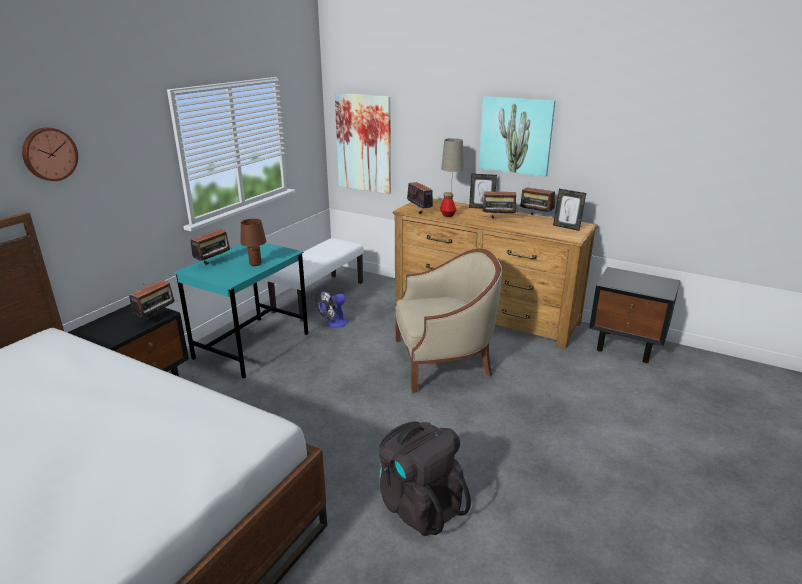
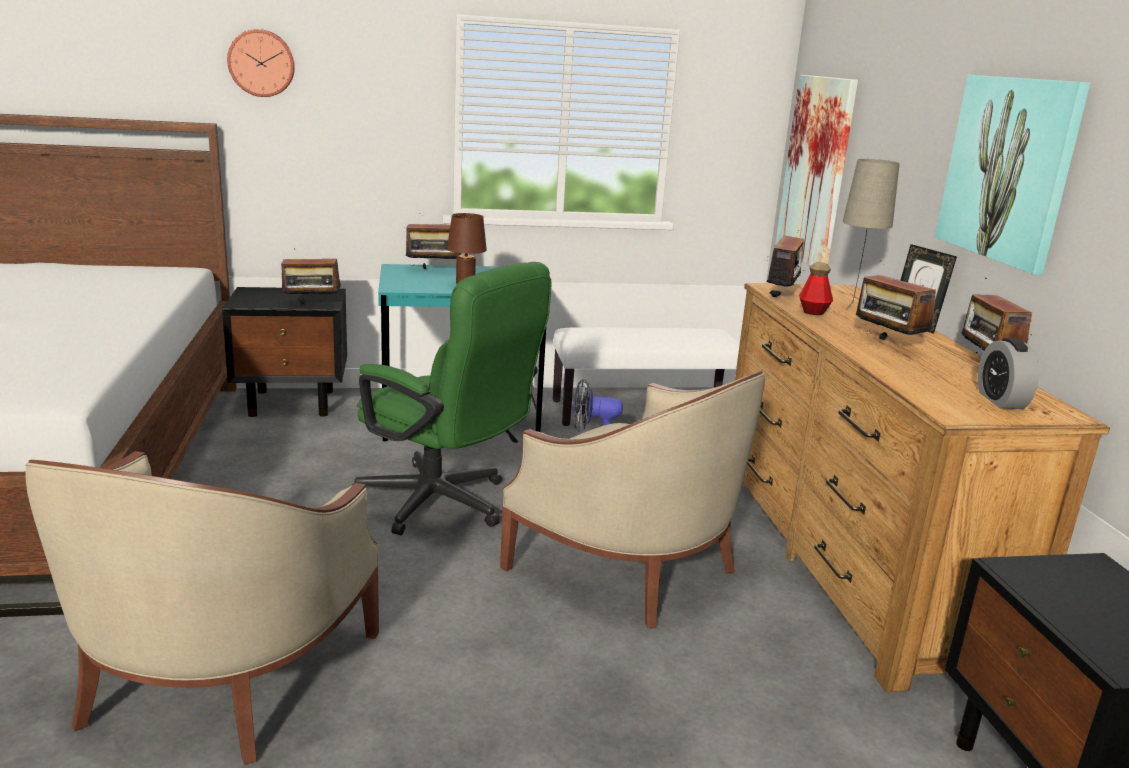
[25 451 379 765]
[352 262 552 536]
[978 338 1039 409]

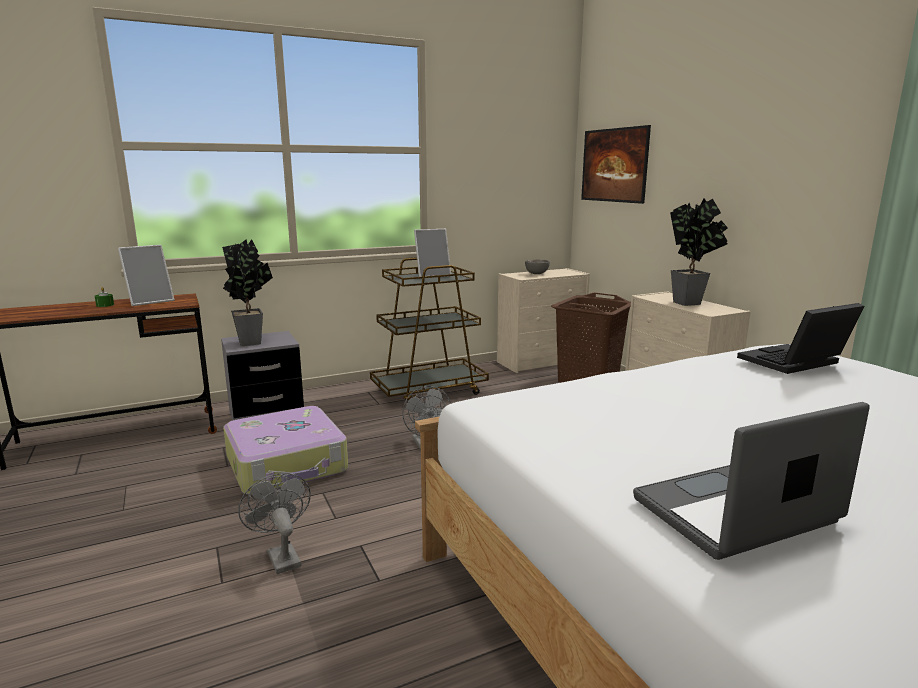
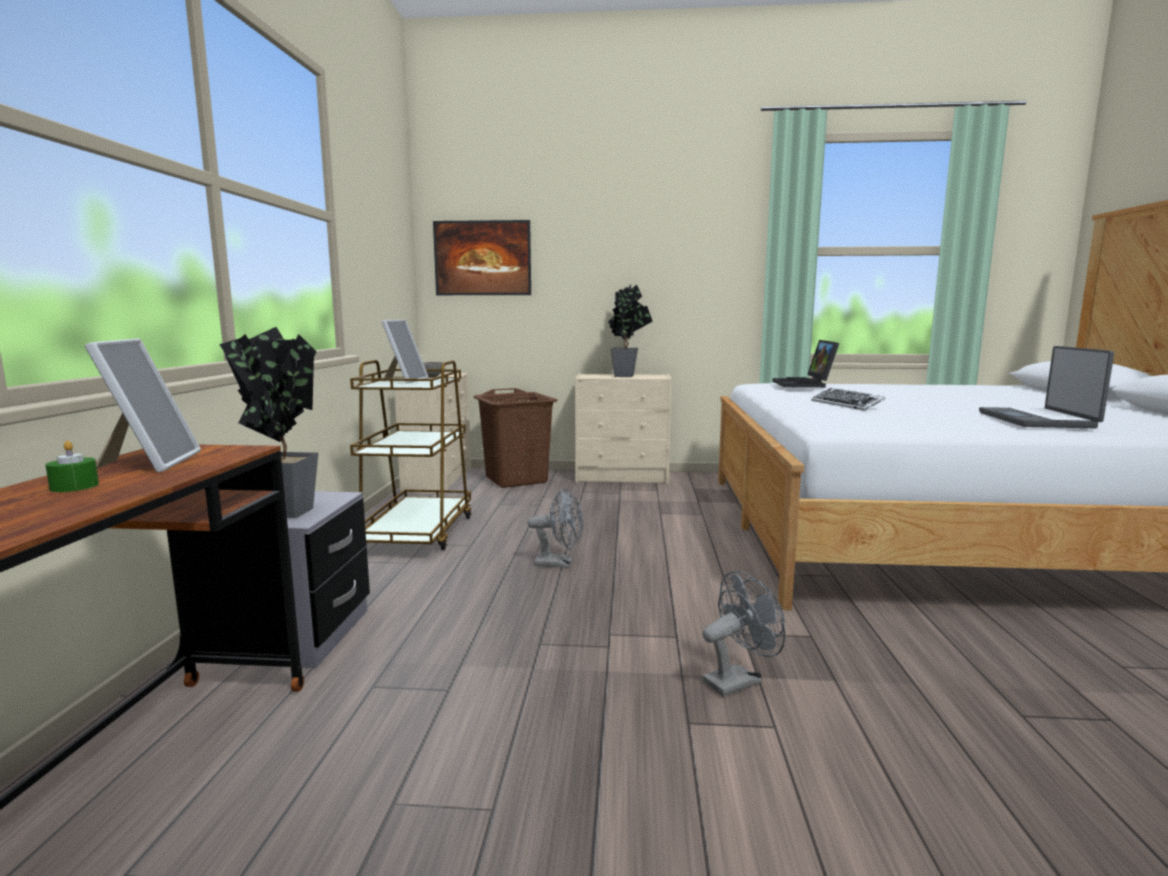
[702 571 785 697]
[811 388 886 411]
[223 406 348 495] (first image)

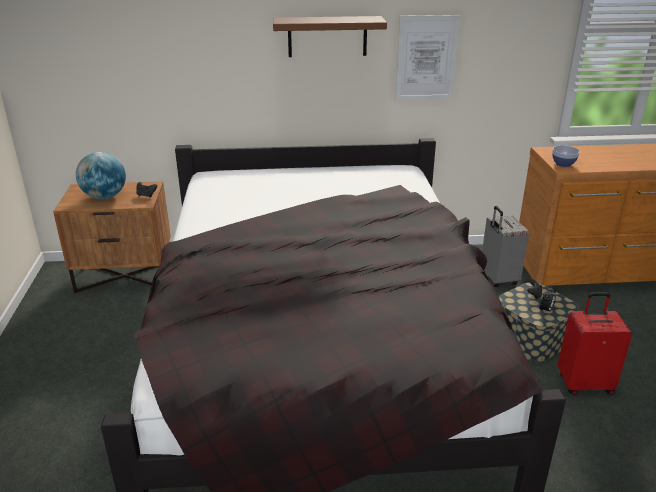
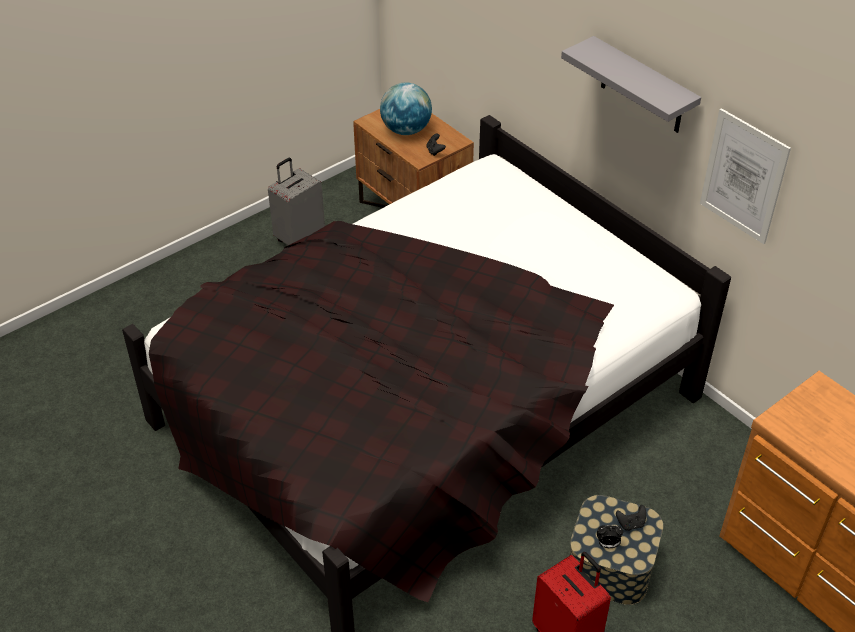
[268 158 325 245]
[561 36 701 133]
[552 145 580 167] (first image)

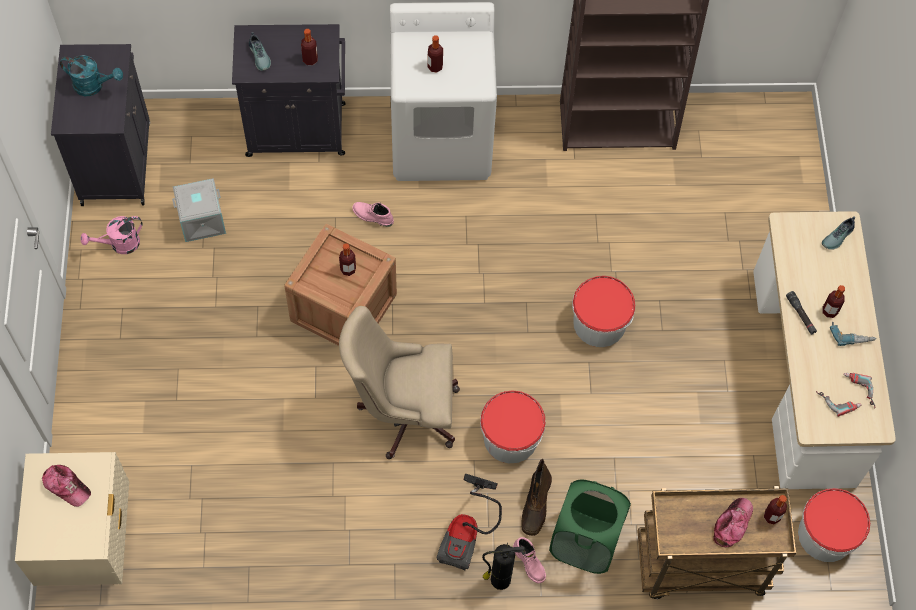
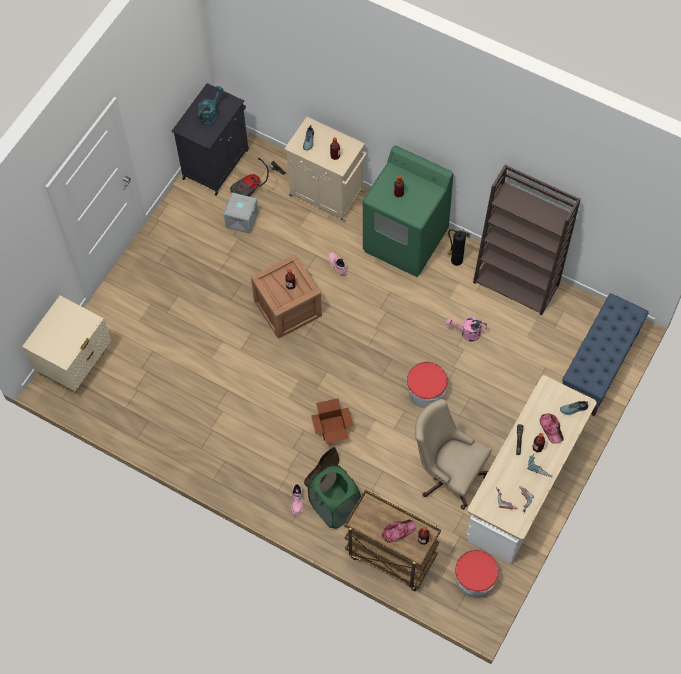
[198 86 223 126]
[230 158 286 197]
[284 117 367 222]
[311 398 353 444]
[363 146 453 277]
[415 399 492 510]
[445 317 487 342]
[448 229 470 266]
[540 413 564 444]
[562 293 649 416]

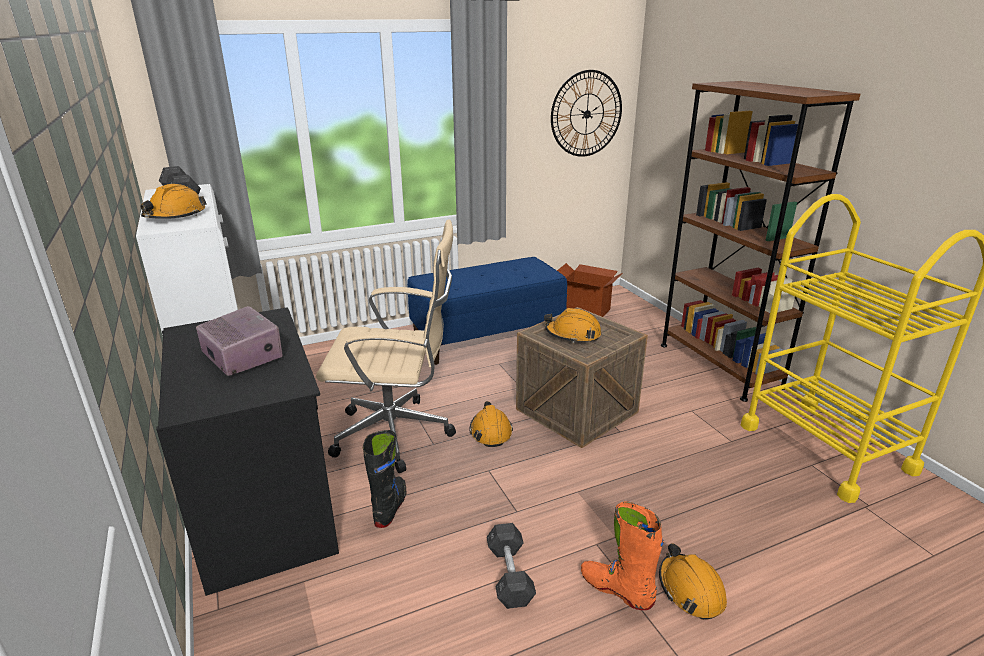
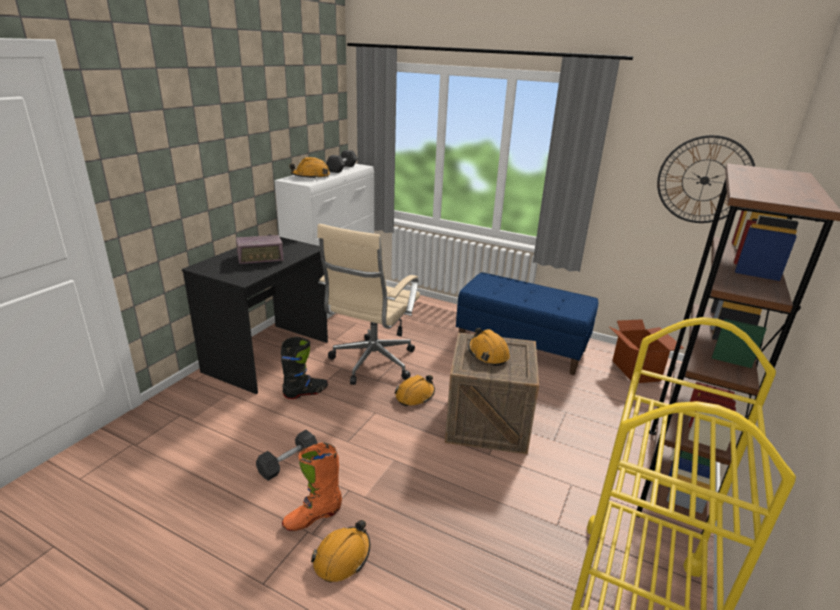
[236 235 283 264]
[282 443 342 531]
[317 224 420 385]

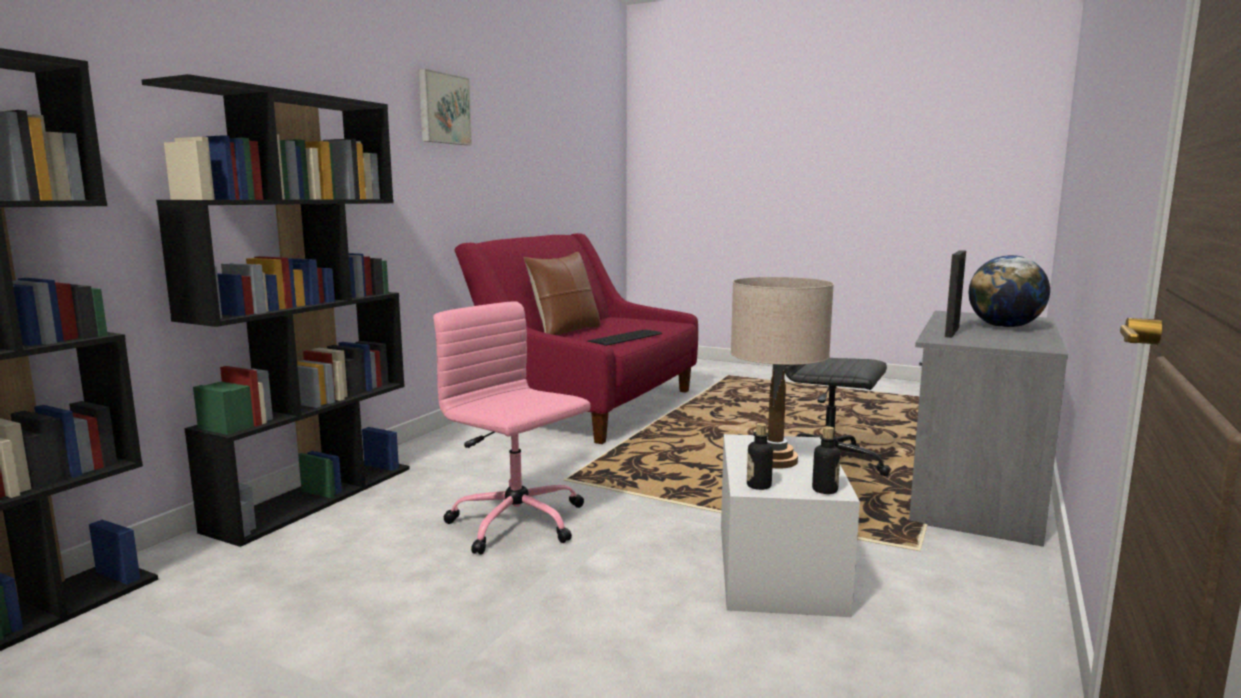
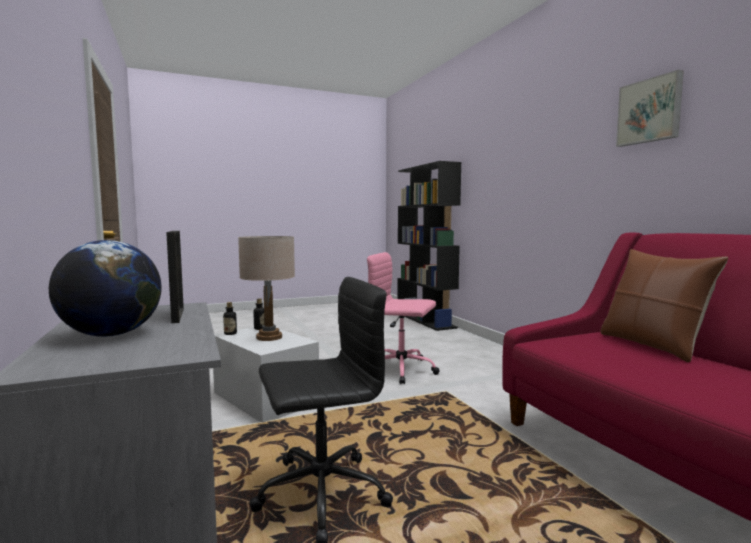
[367 252 440 384]
[142 74 410 547] (first image)
[587 329 662 346] (first image)

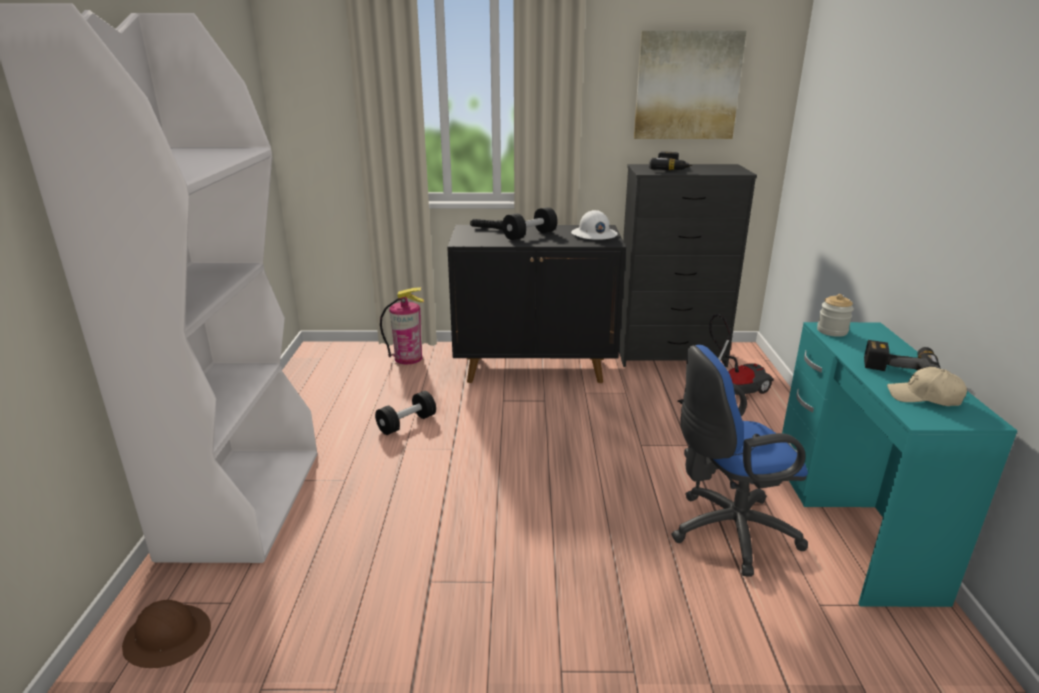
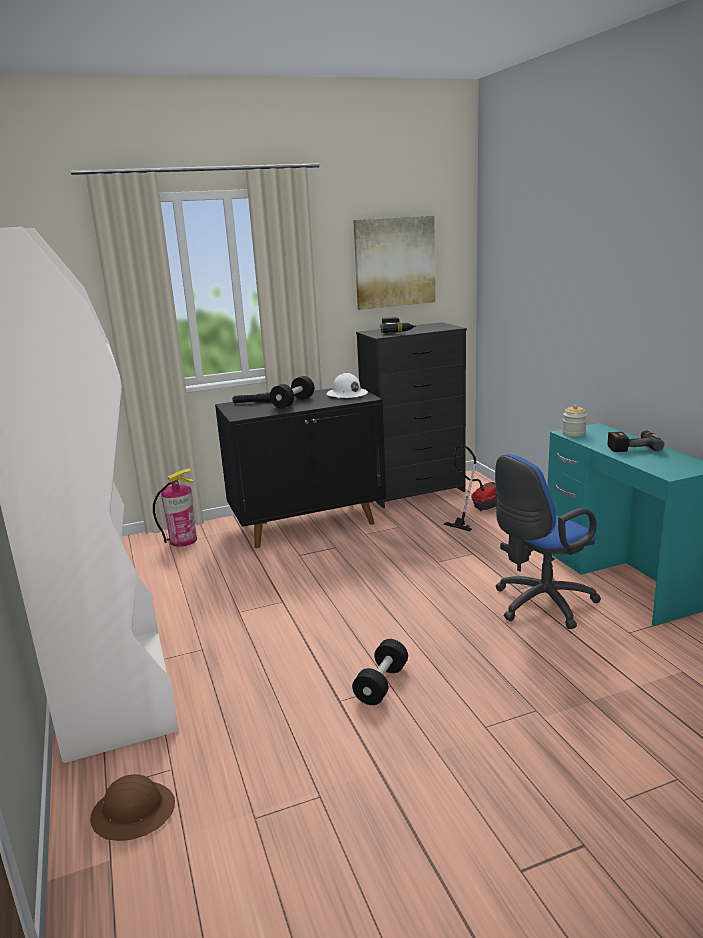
[352 639 408 705]
[887 367 967 406] (first image)

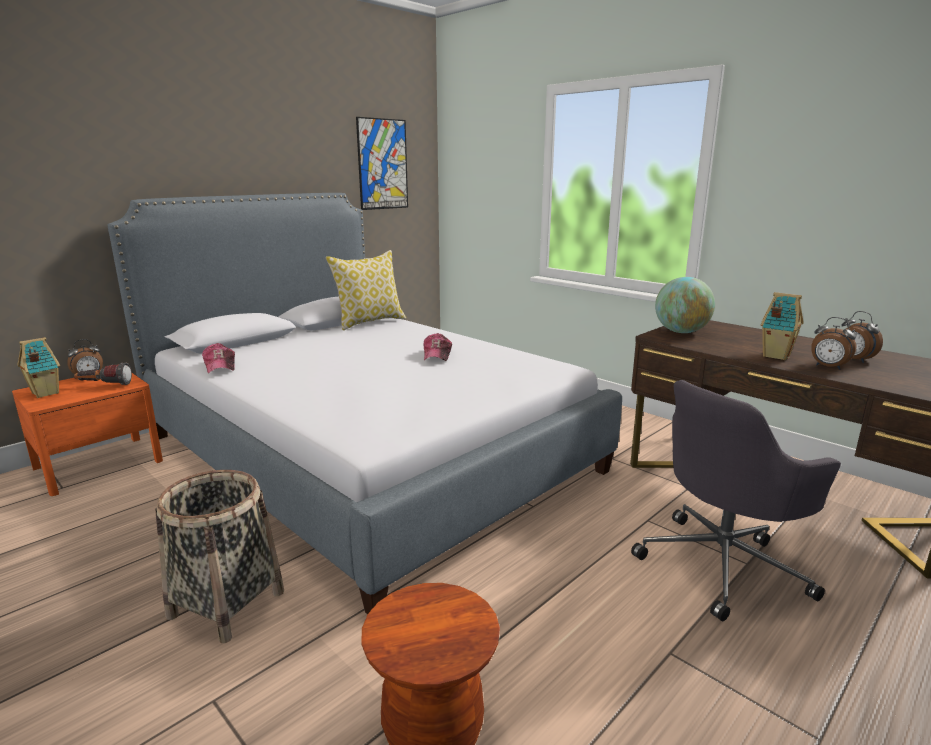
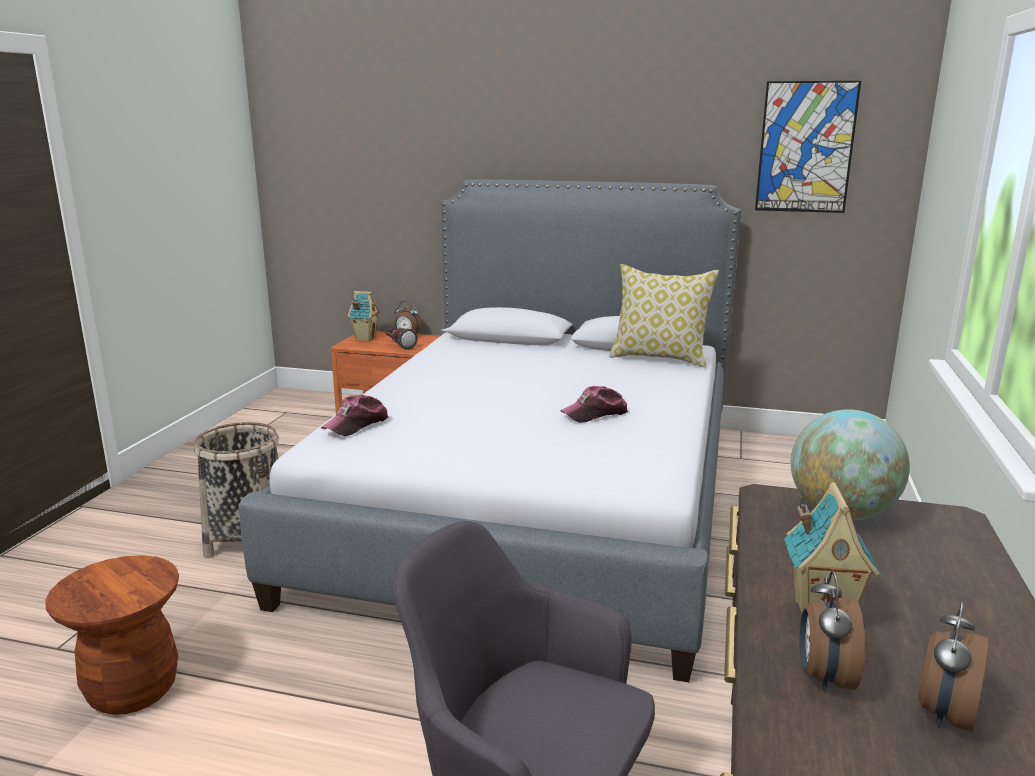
[321 394 389 436]

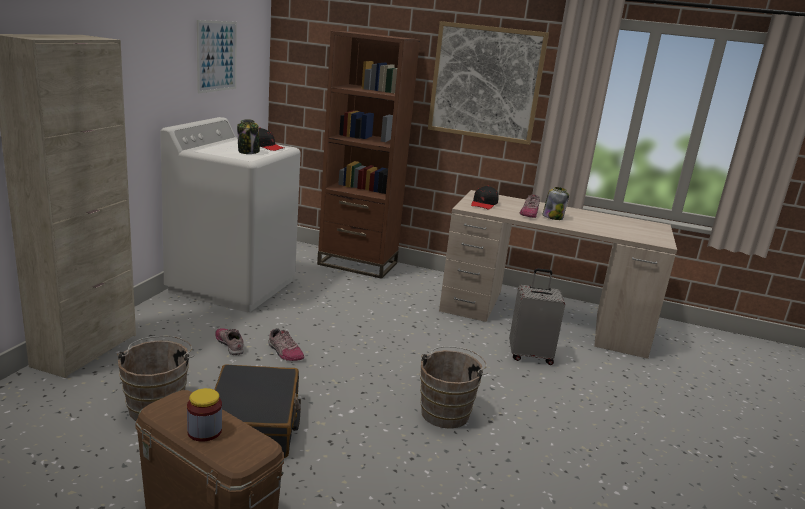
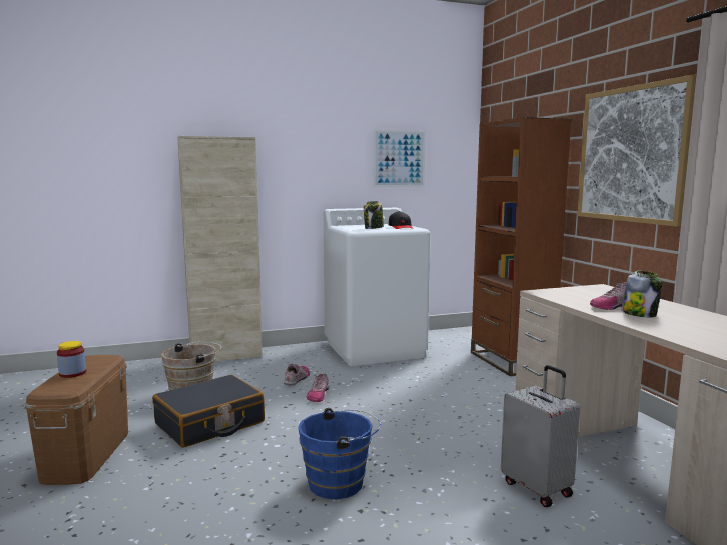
[298 408 381 499]
[471 186 499 209] (first image)

